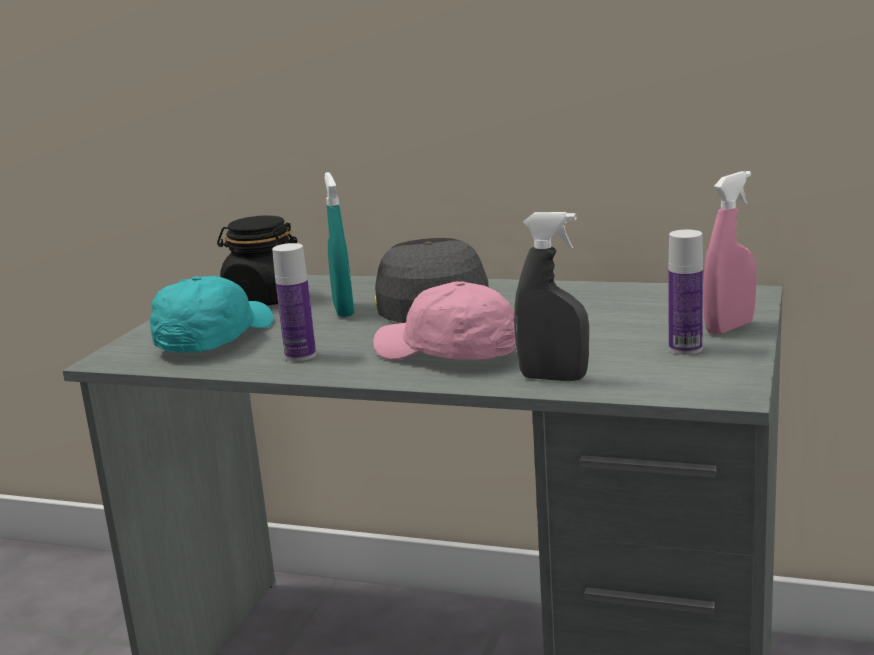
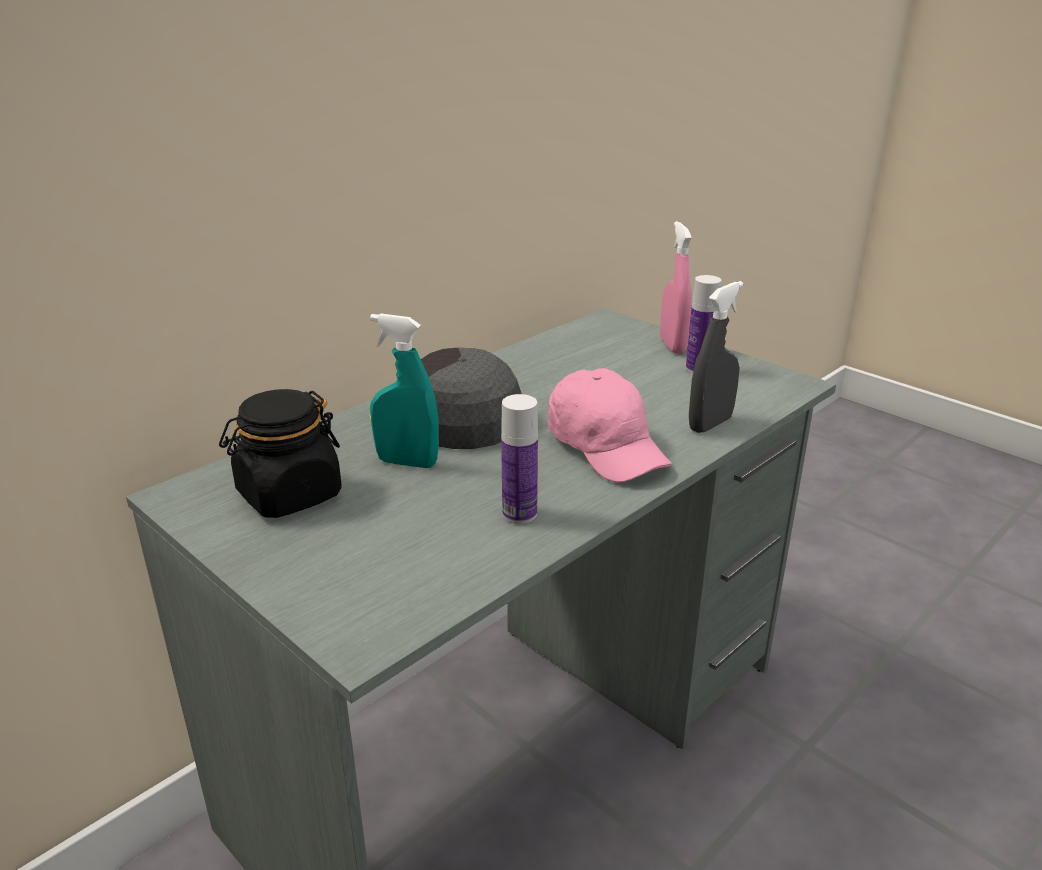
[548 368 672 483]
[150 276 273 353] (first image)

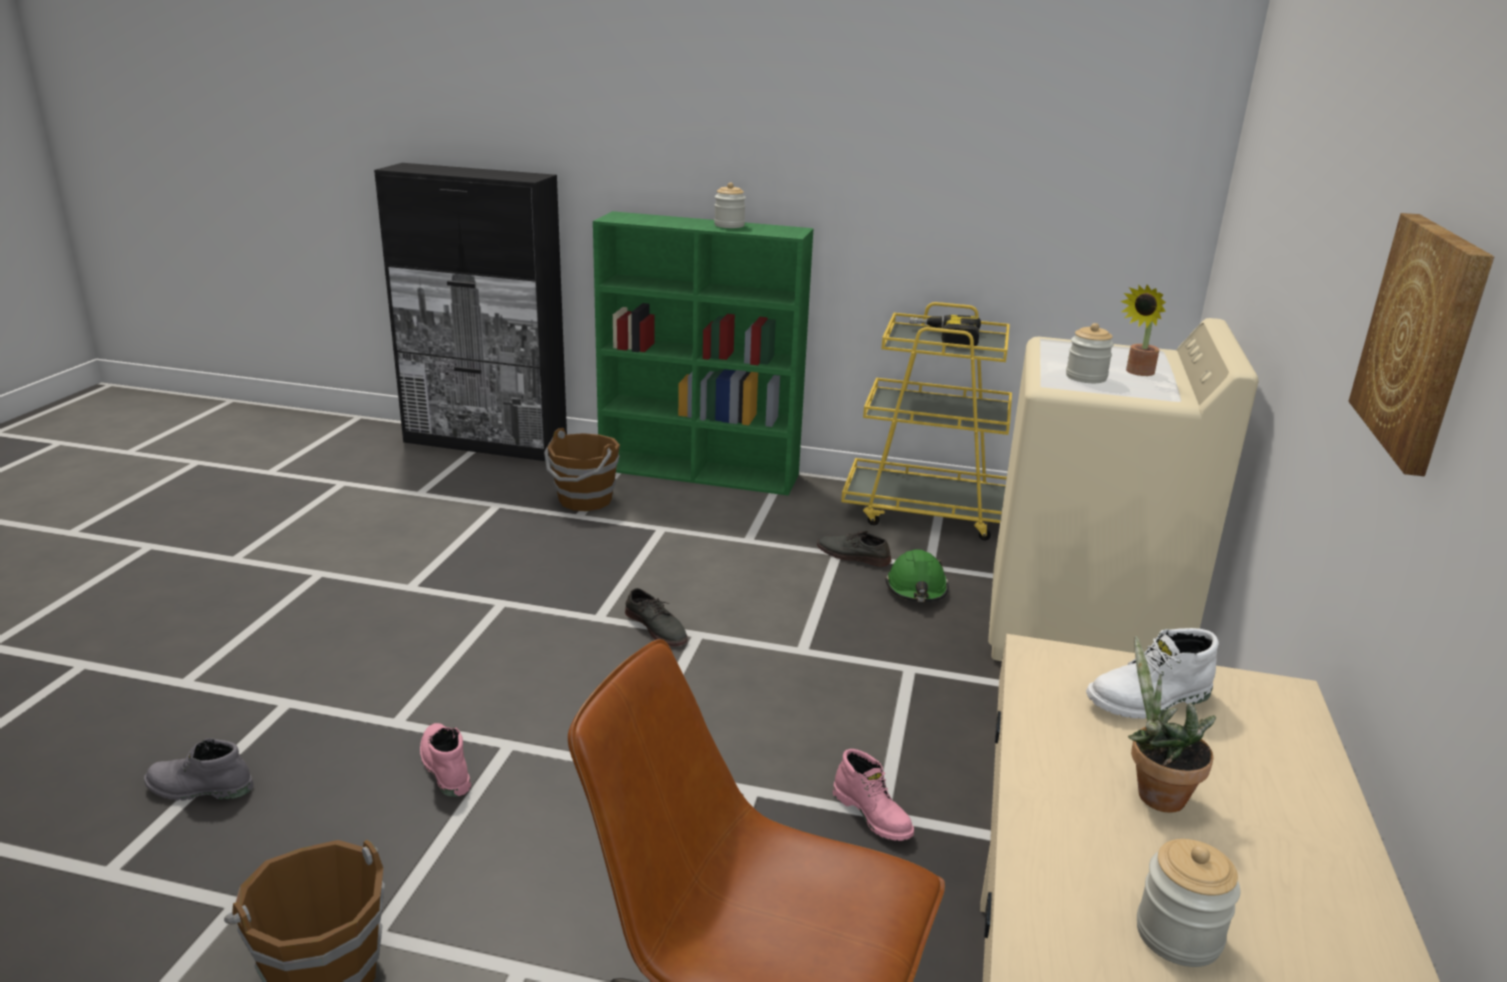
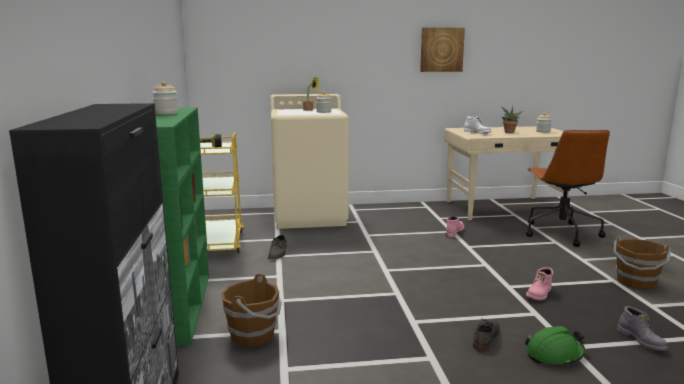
[473 319 500 352]
[525 326 585 366]

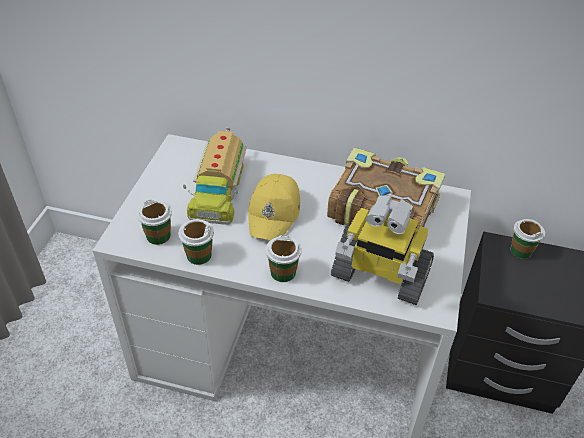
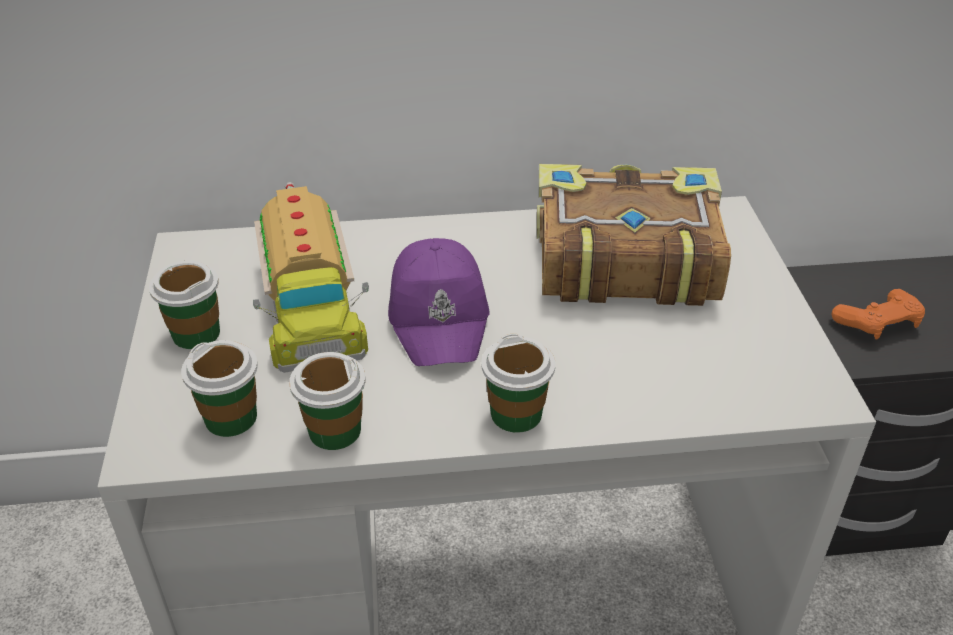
[149 260 220 349]
[388 238 489 366]
[832 289 925 340]
[331 195 434 305] (first image)

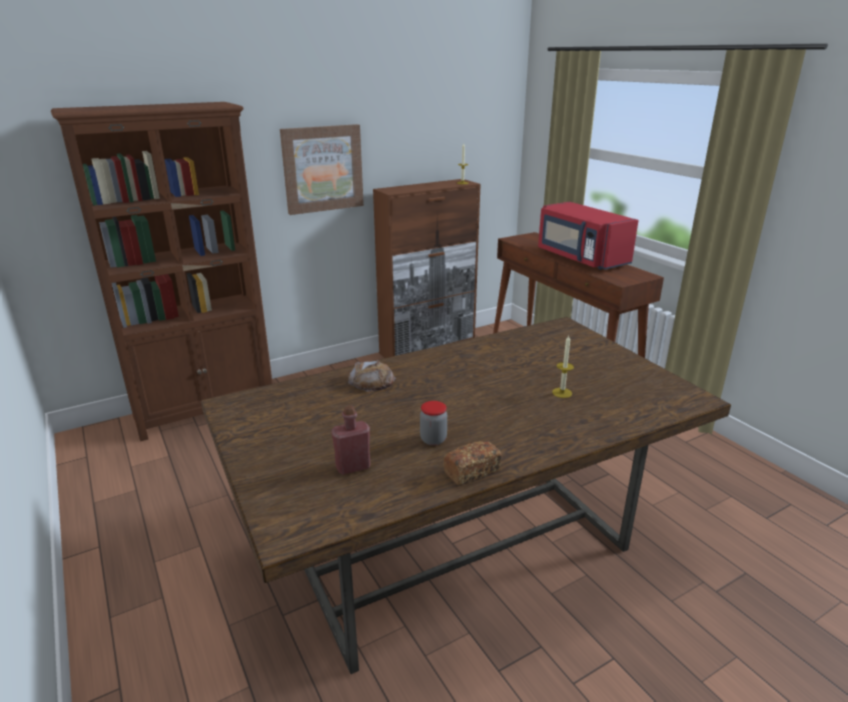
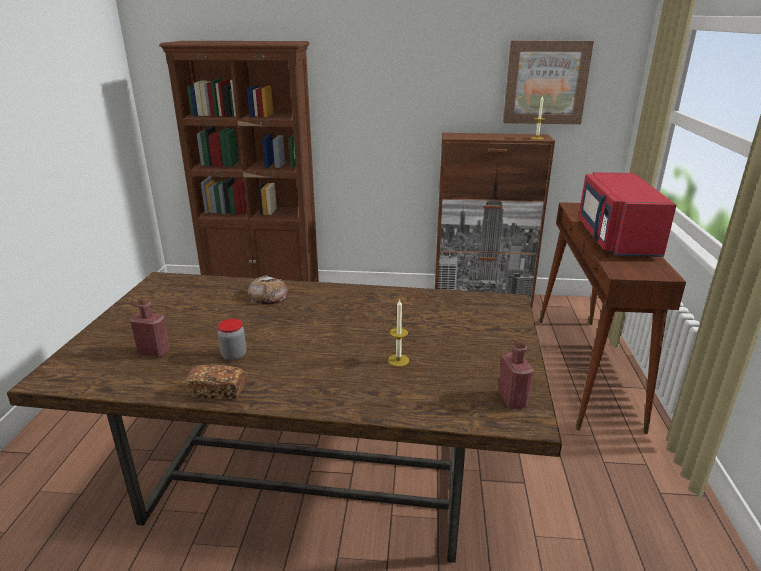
[498 339 534 409]
[503 40 594 124]

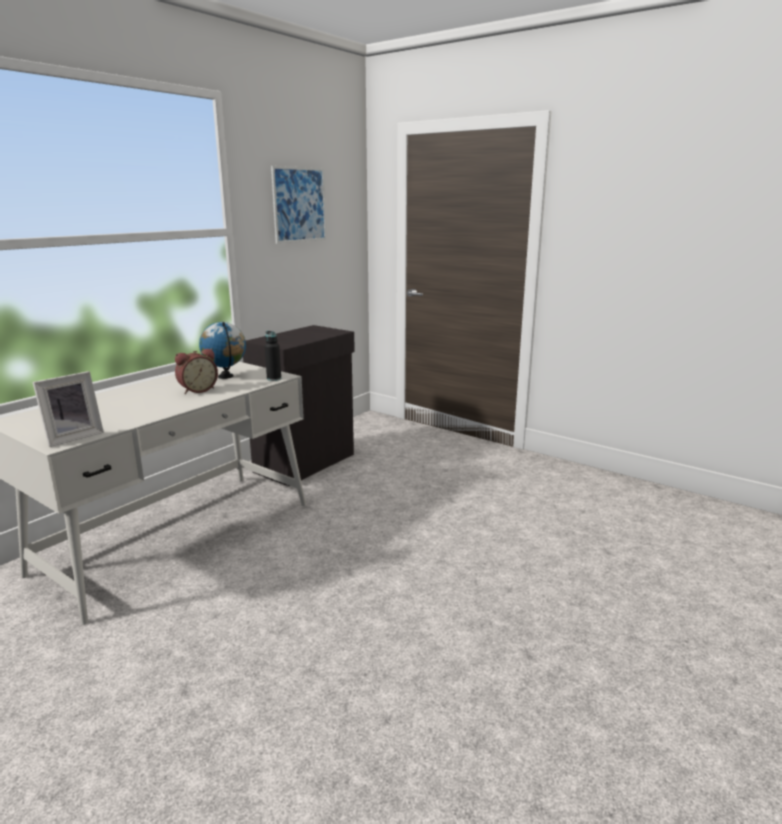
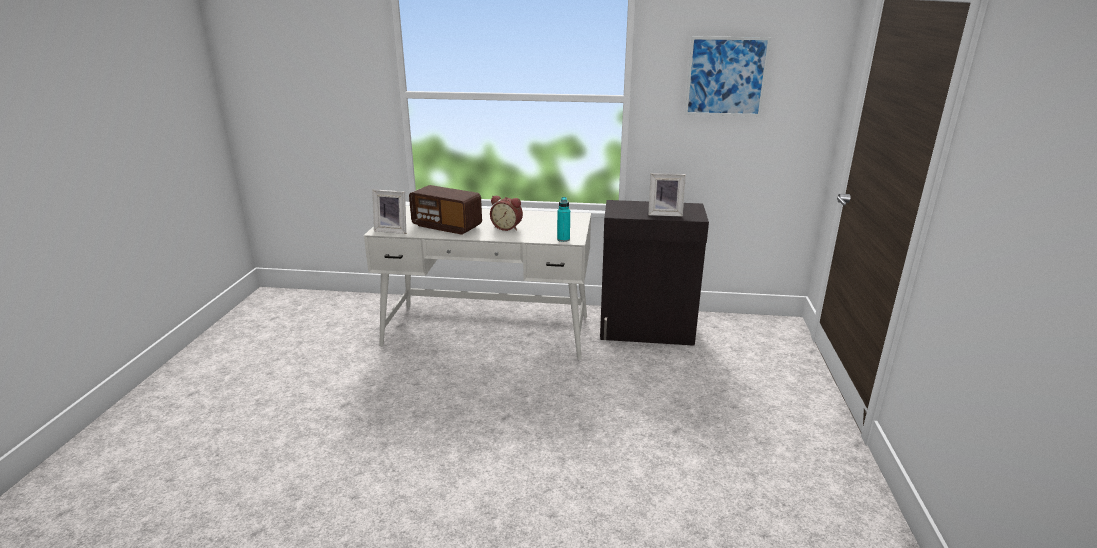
[409 185 482 235]
[557 197 570 242]
[648 173 686 217]
[199 322 246 379] (first image)

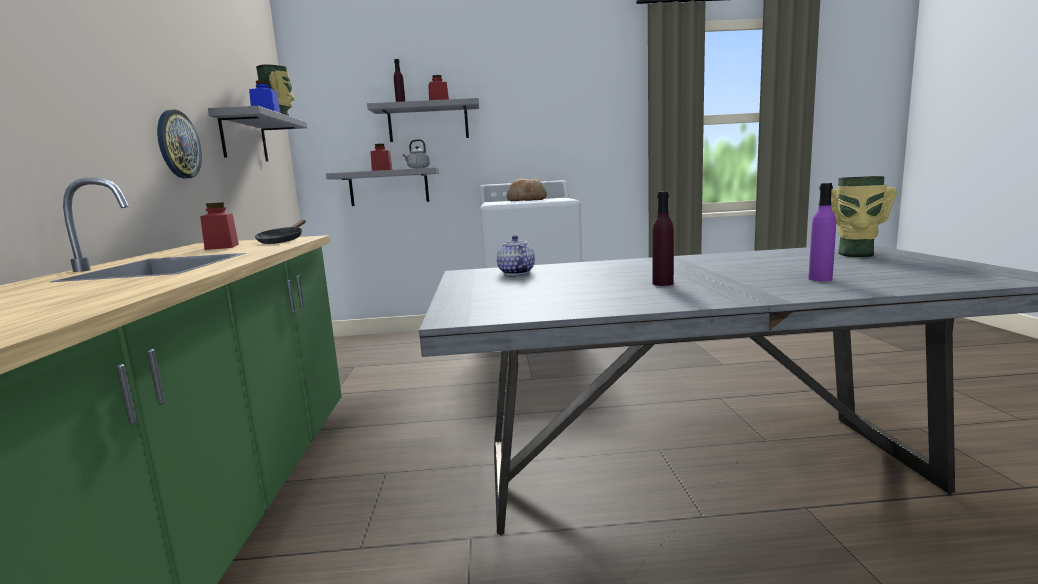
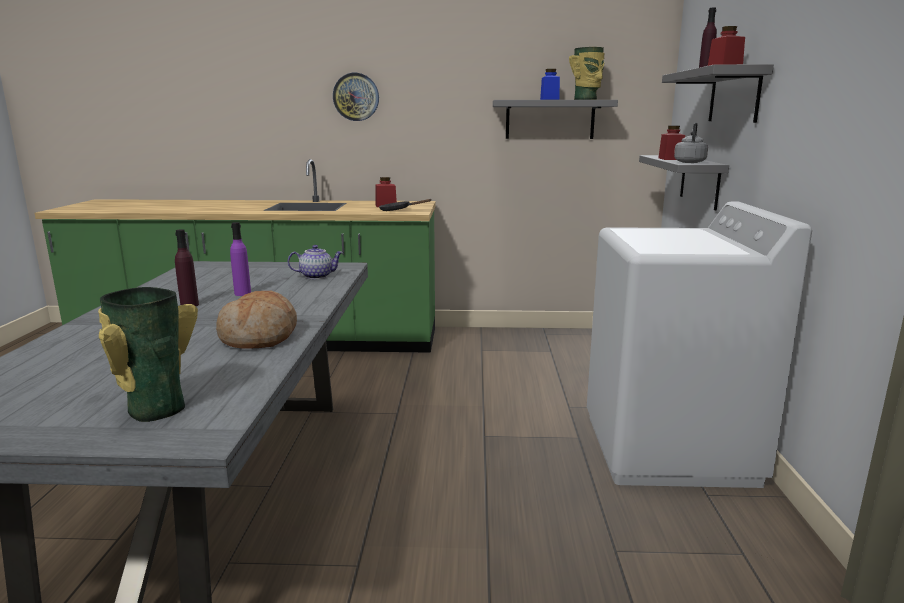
[216 291 297 349]
[230 222 251 296]
[333 73 379 121]

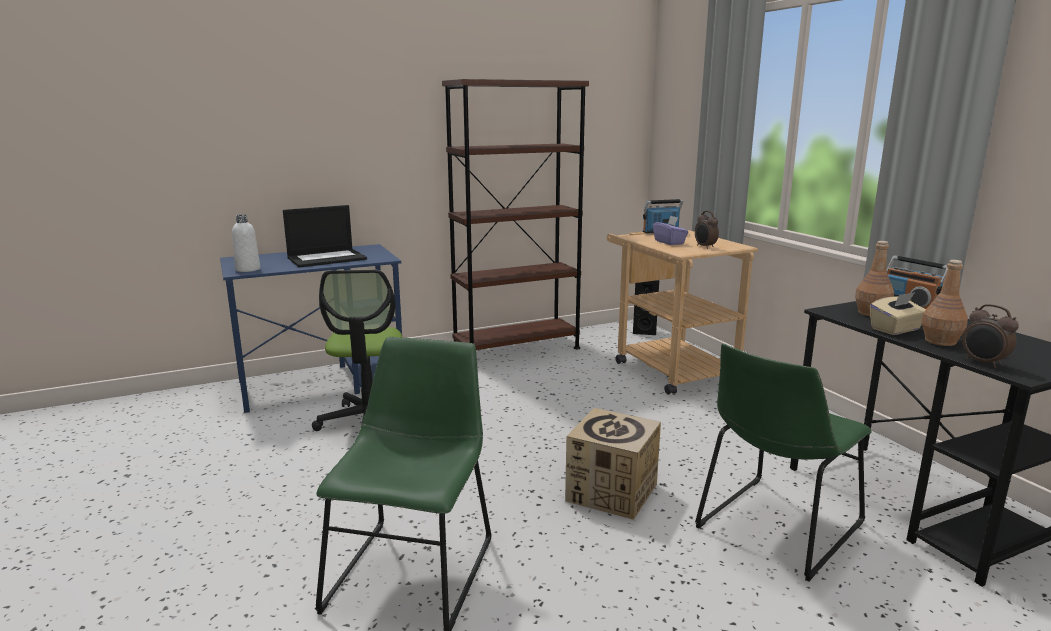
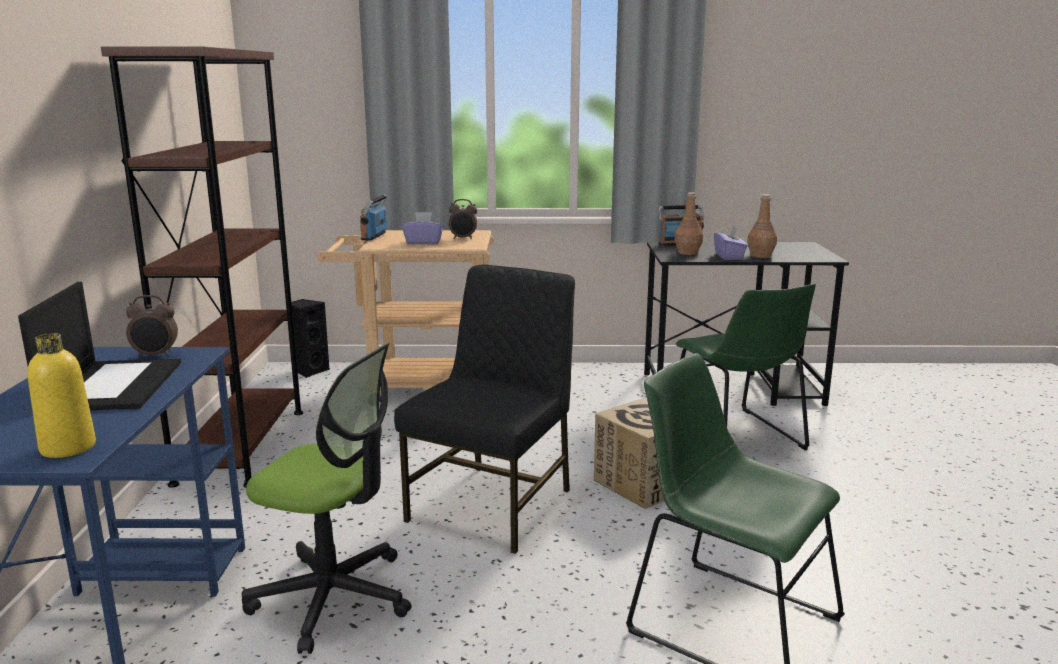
[28 333 96 458]
[126 295 178 358]
[394 265 575 554]
[714 226 748 260]

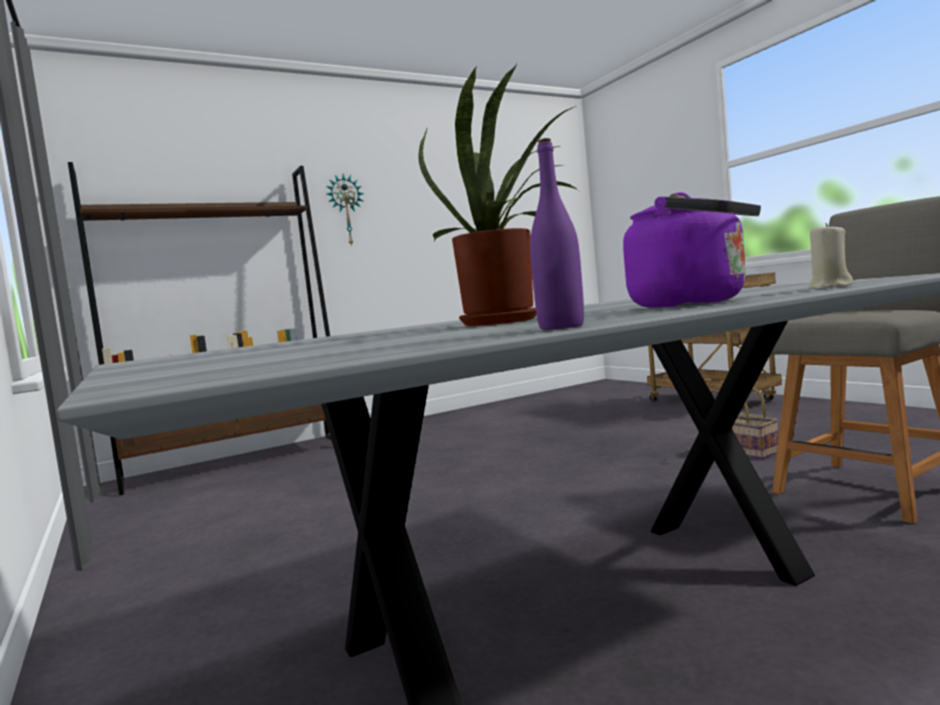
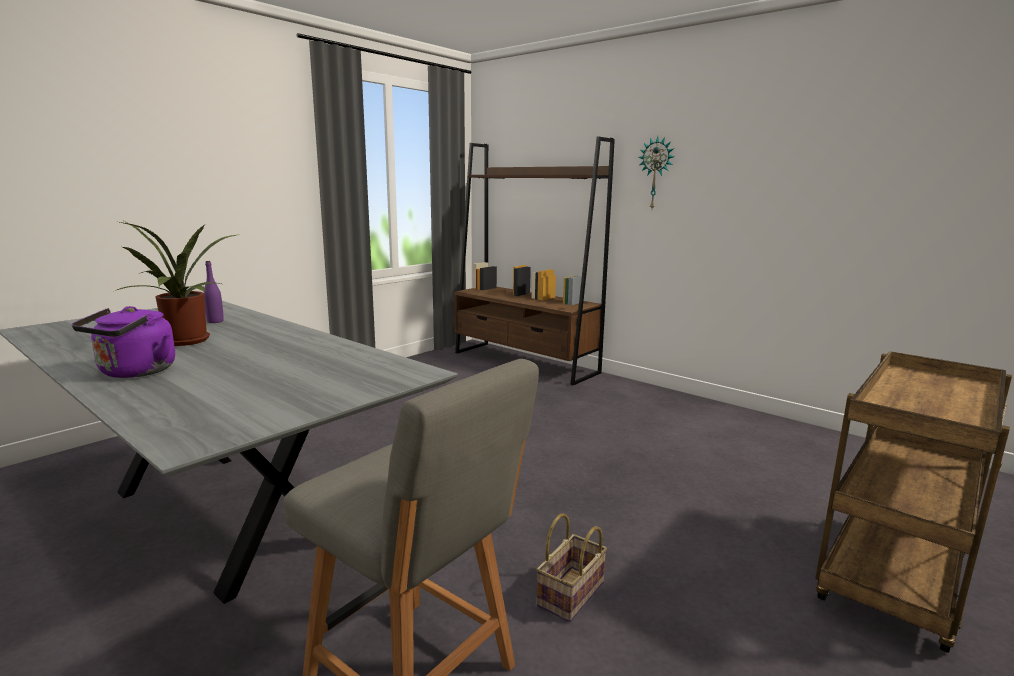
[203 261 224 323]
[807 223 853 289] (first image)

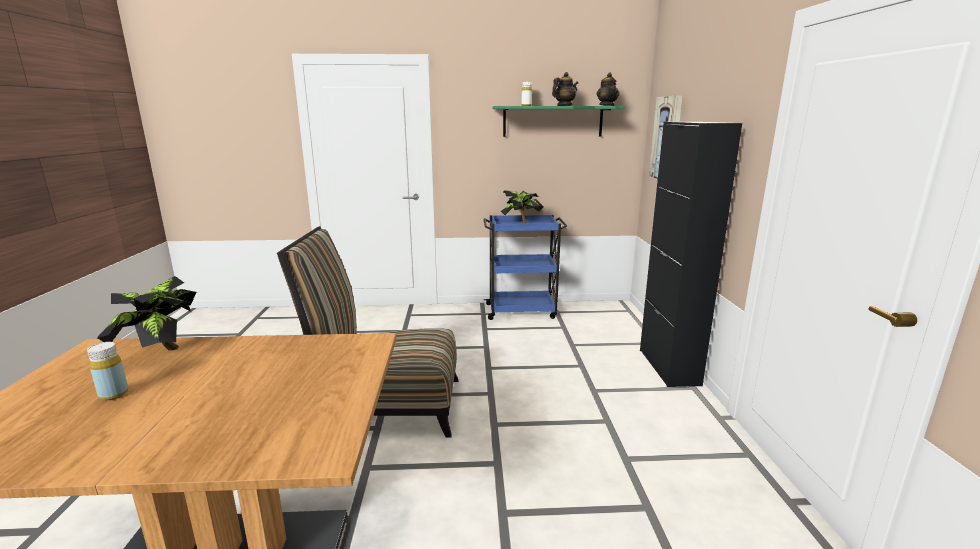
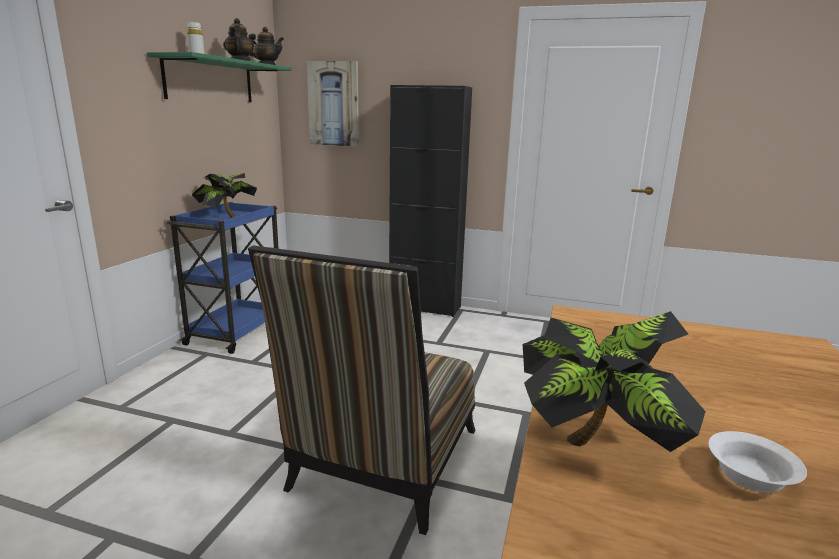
[708 431 807 493]

